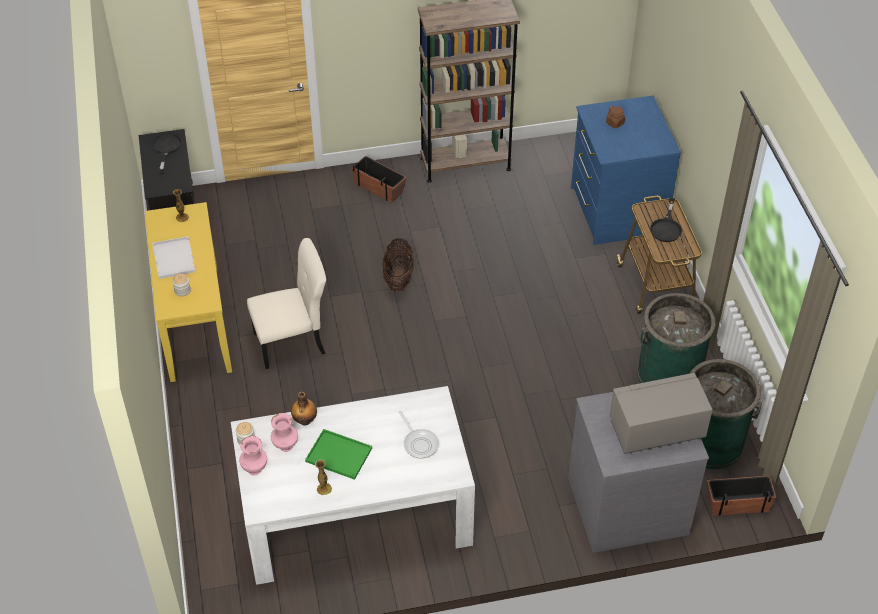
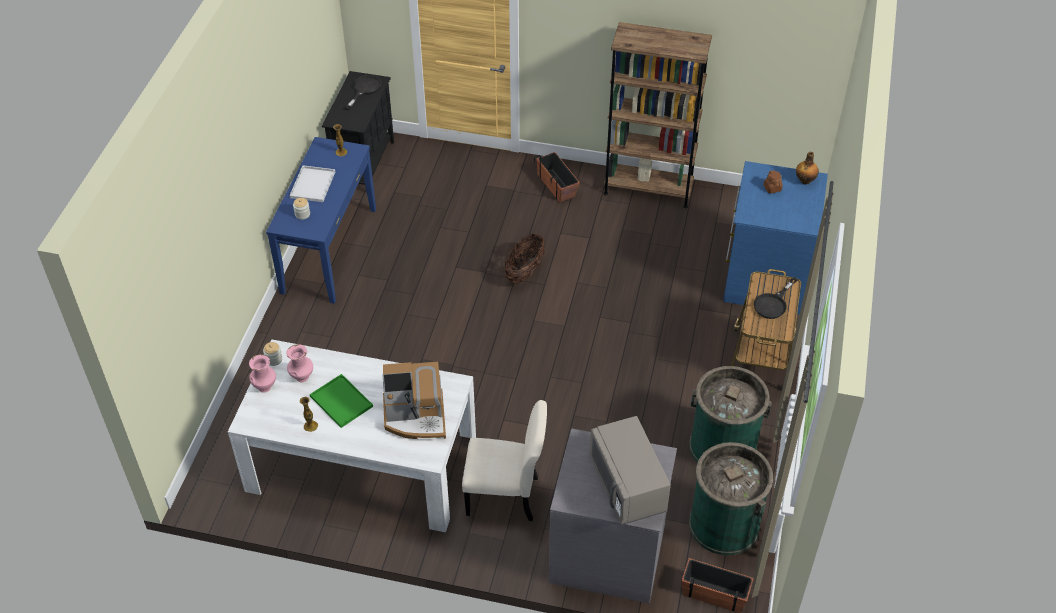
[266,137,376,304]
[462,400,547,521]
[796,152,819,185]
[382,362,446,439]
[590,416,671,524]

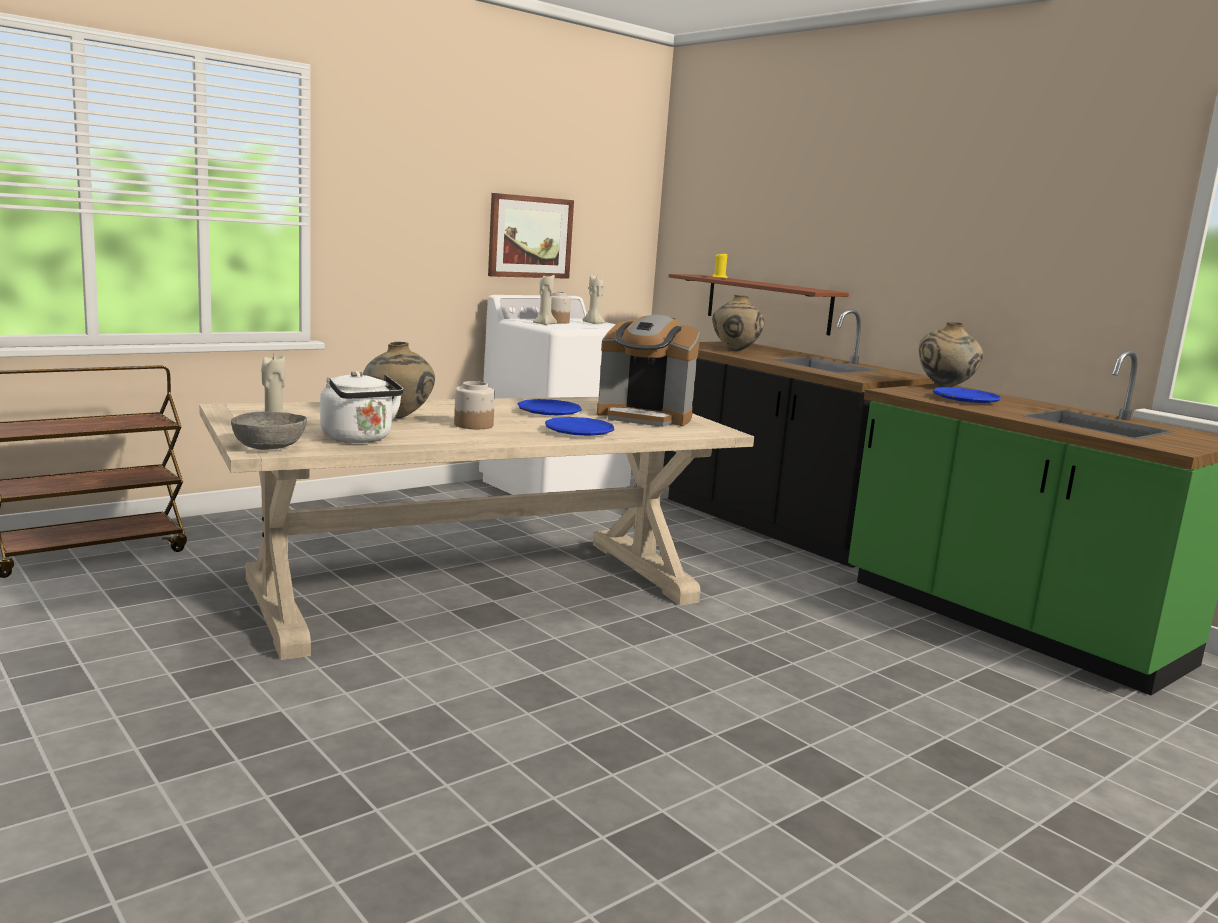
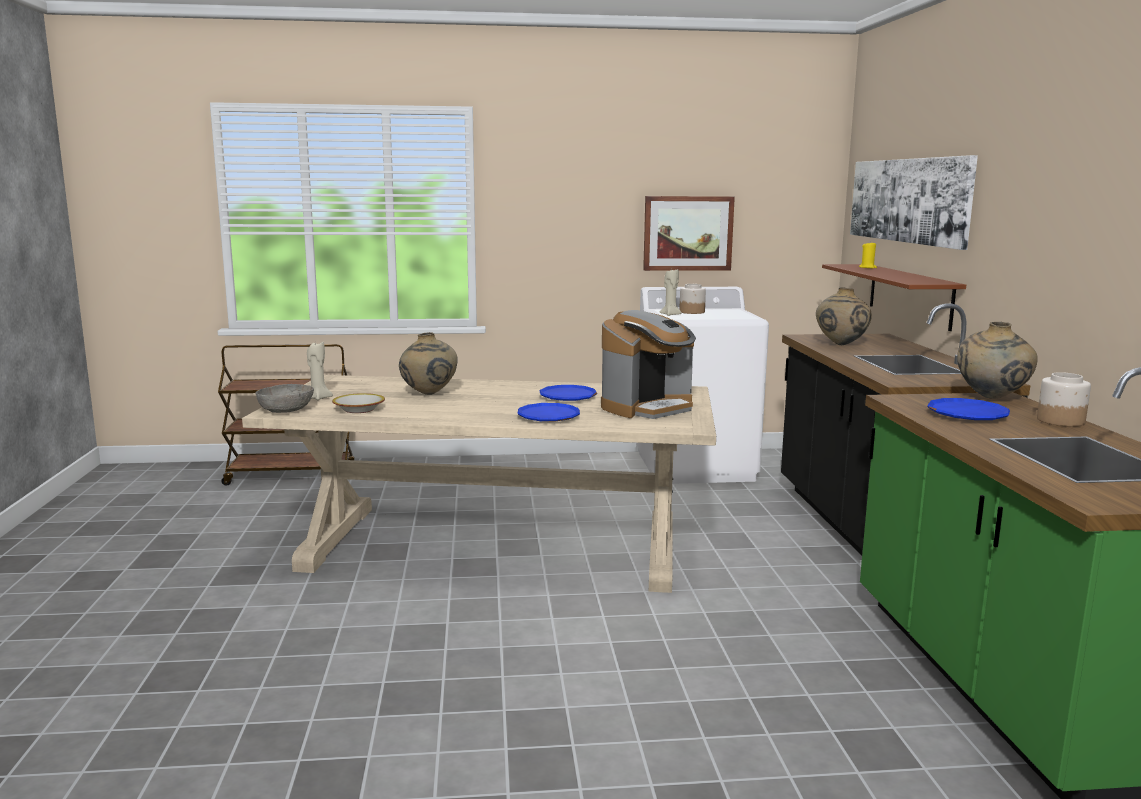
[332,393,385,413]
[1037,372,1091,427]
[582,275,605,324] (first image)
[601,310,696,419]
[850,155,978,250]

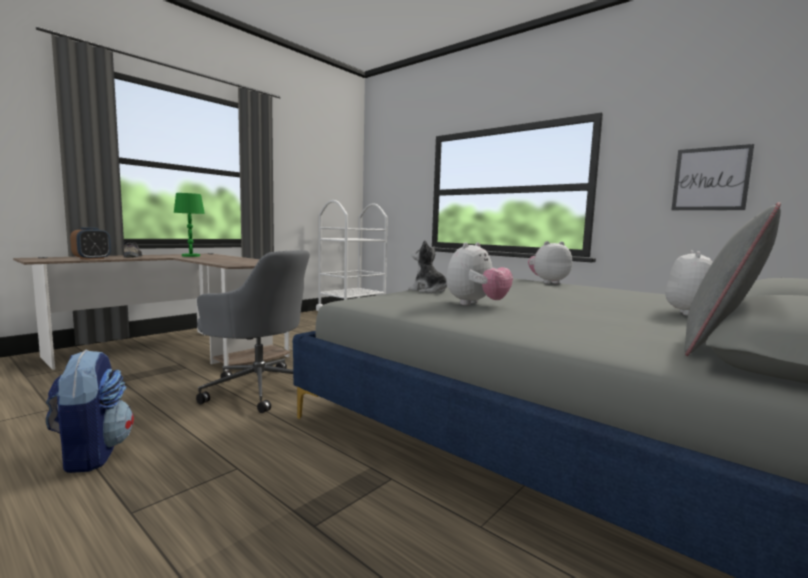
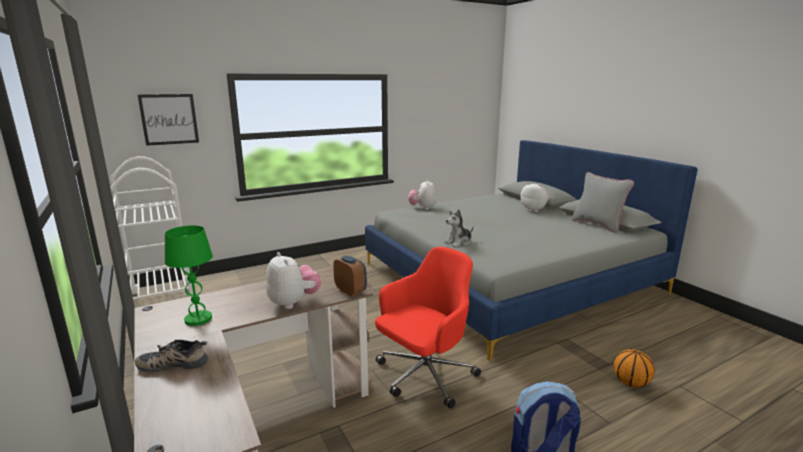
[333,256,367,296]
[375,247,481,409]
[266,252,321,309]
[138,94,199,146]
[614,349,655,388]

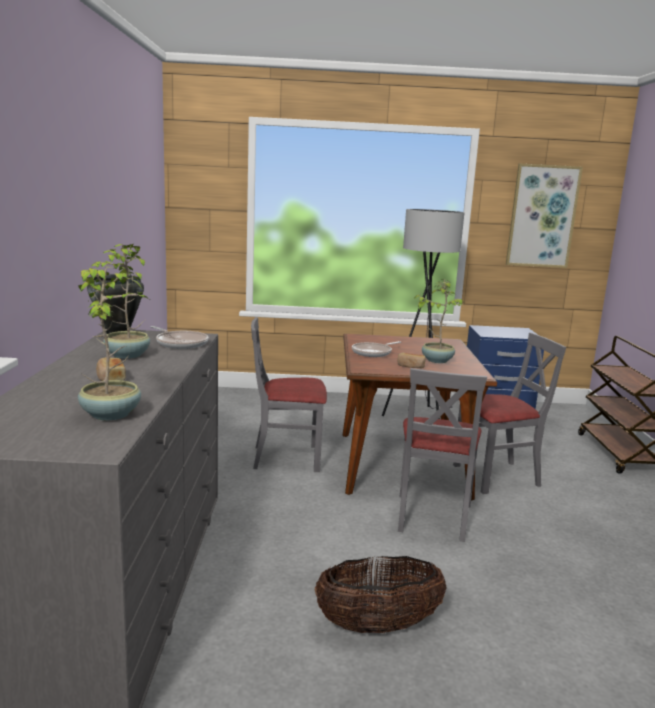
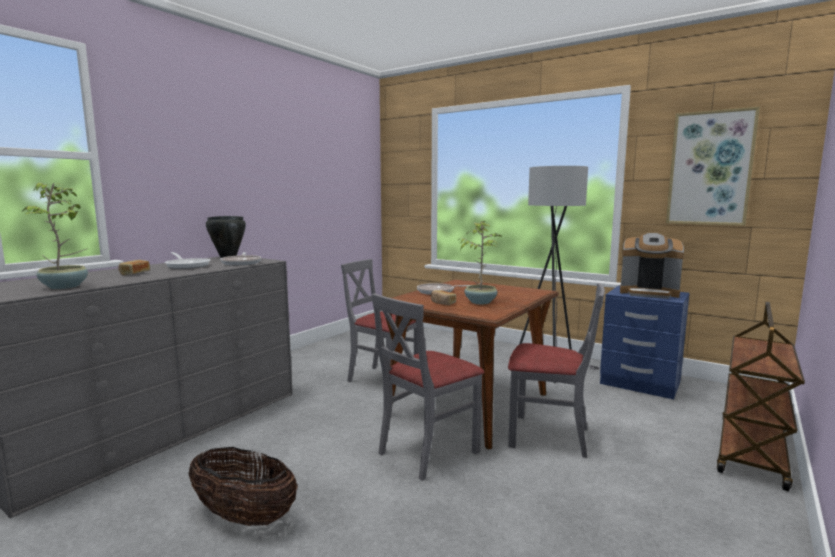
[164,252,210,269]
[620,233,684,299]

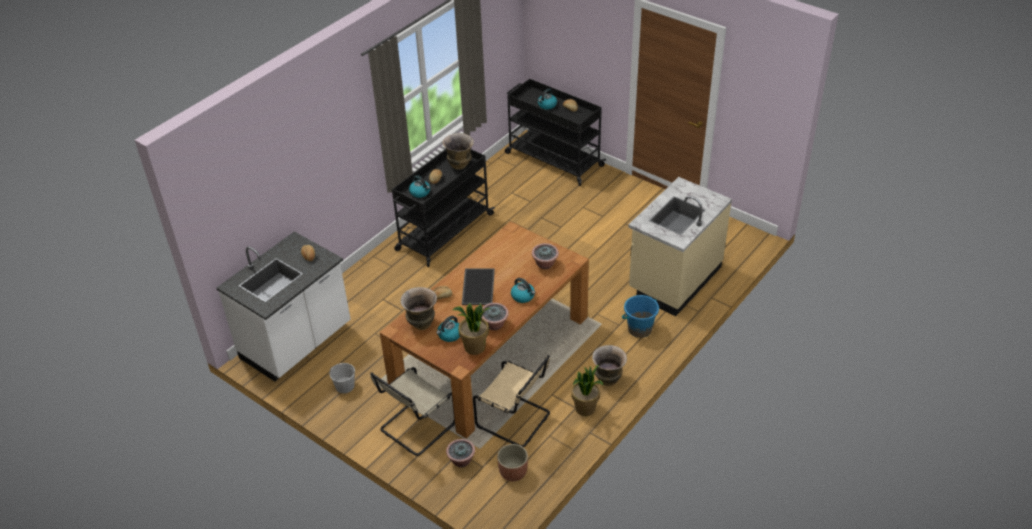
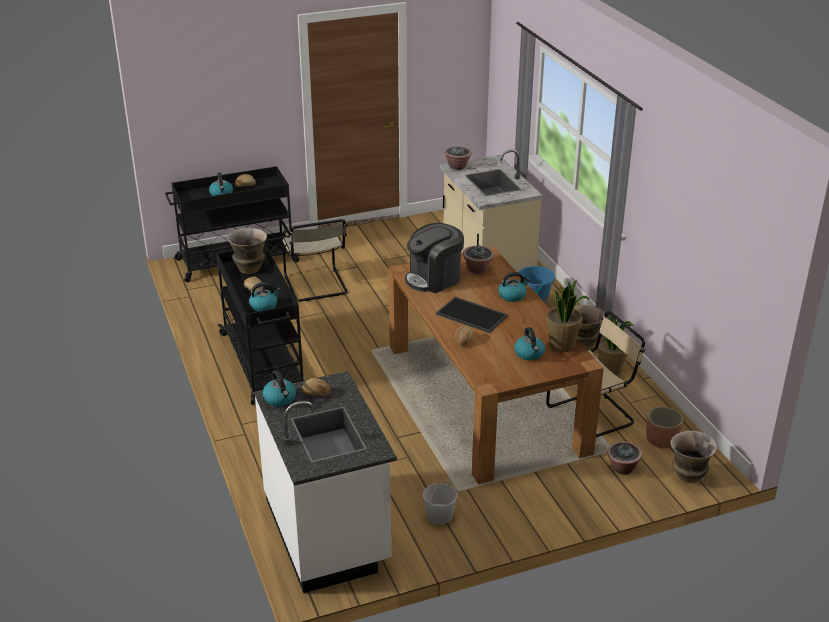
[282,219,348,302]
[670,431,717,483]
[445,146,472,170]
[263,370,296,407]
[405,223,464,293]

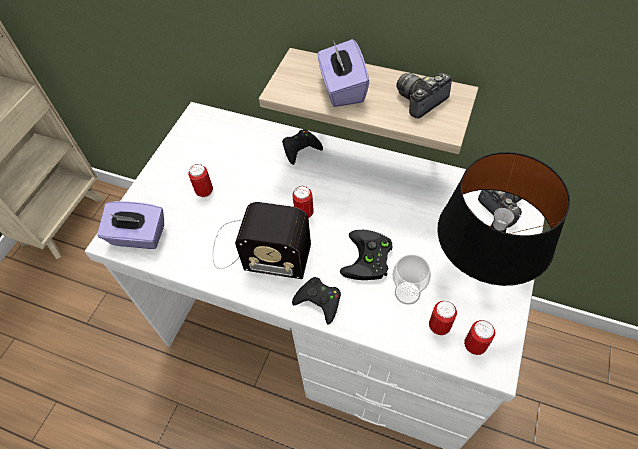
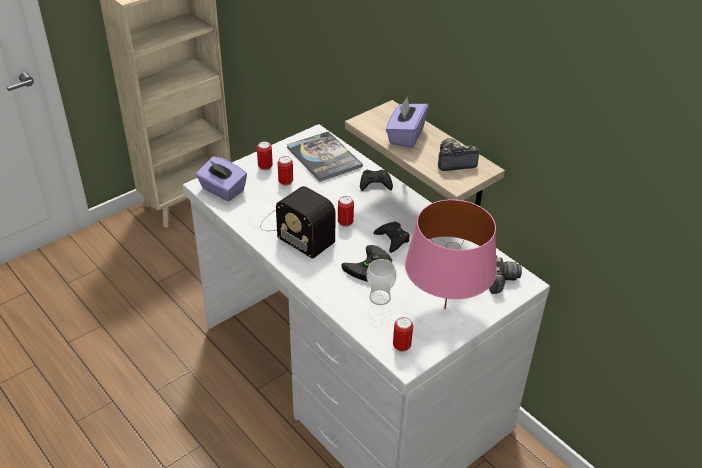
[374,221,410,253]
[257,141,273,171]
[405,199,497,309]
[287,131,363,182]

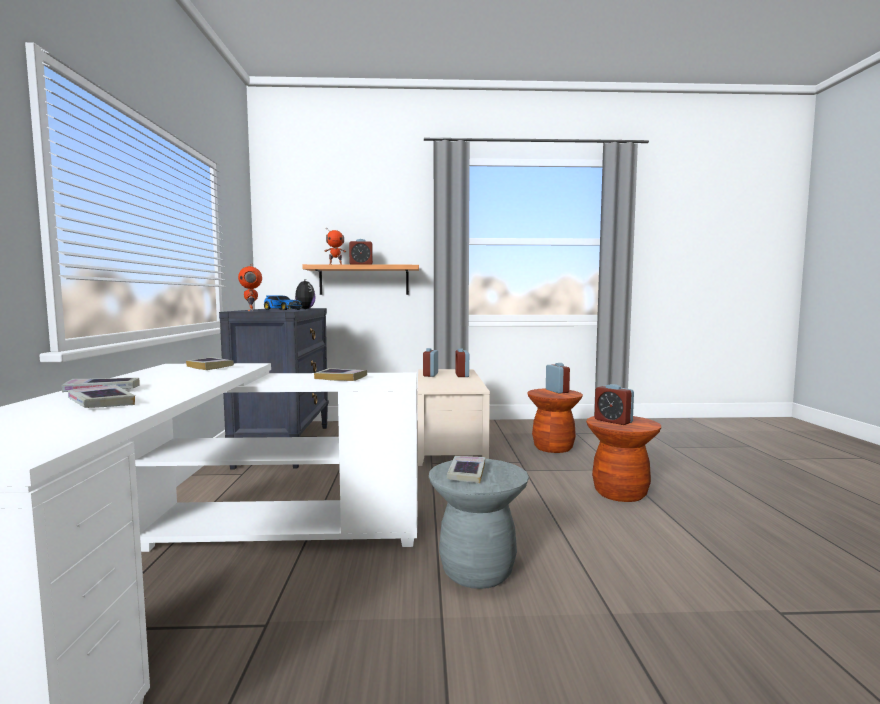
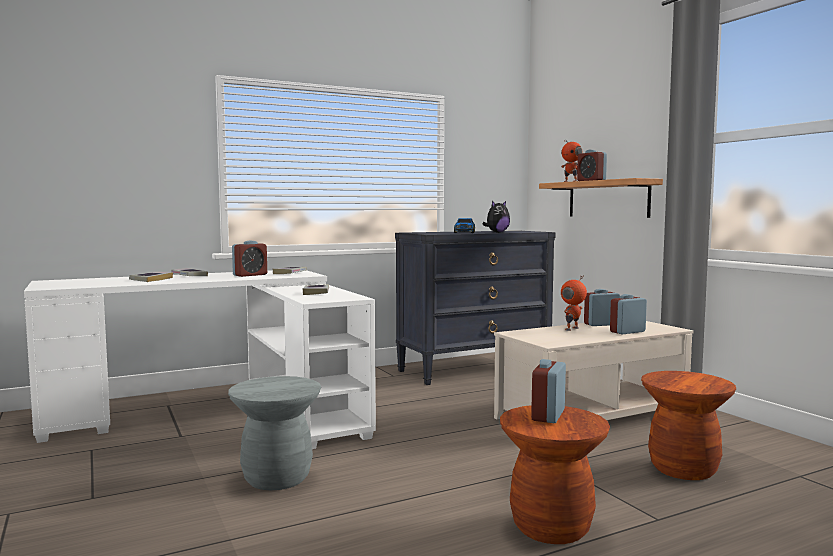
[561,275,587,331]
[447,456,485,484] (first image)
[232,240,267,277]

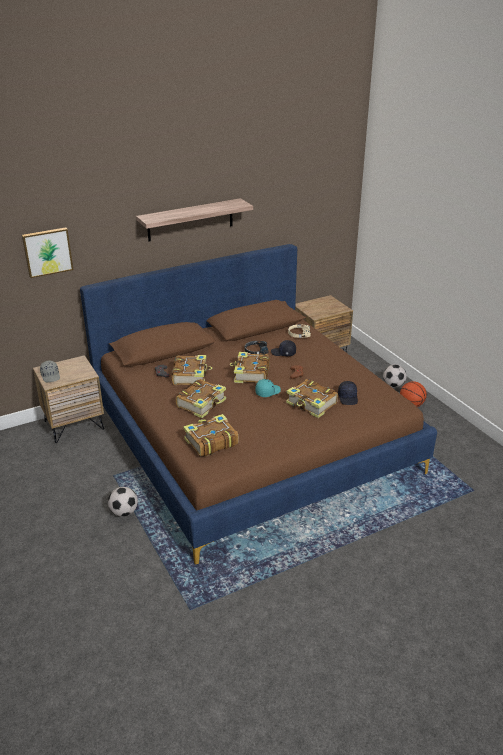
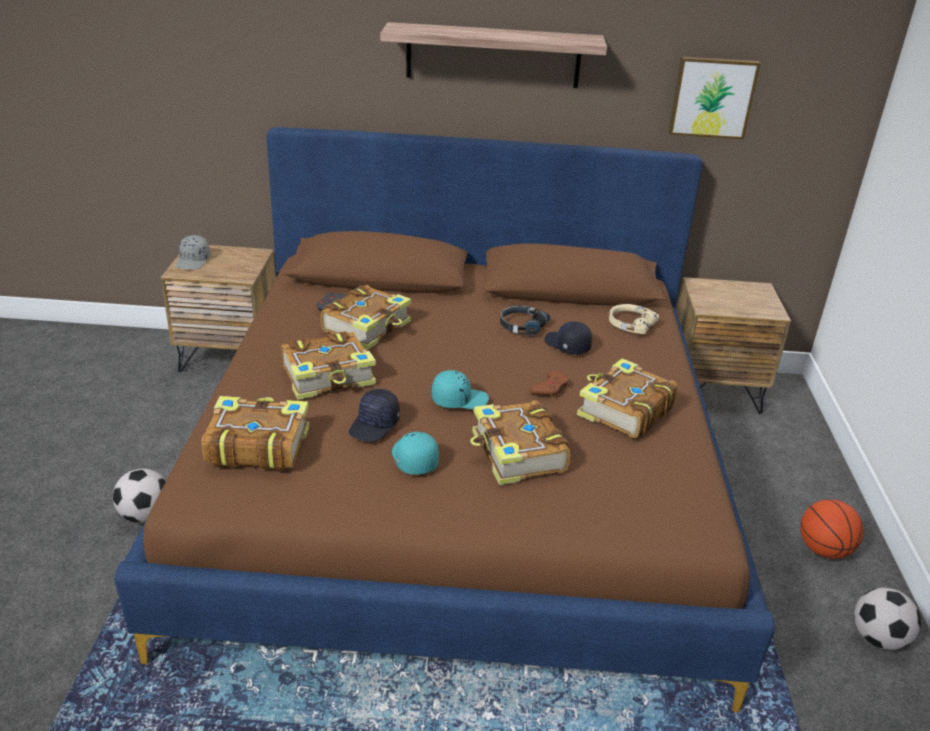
[668,56,761,139]
[577,358,678,438]
[349,389,400,442]
[854,588,921,650]
[392,432,439,475]

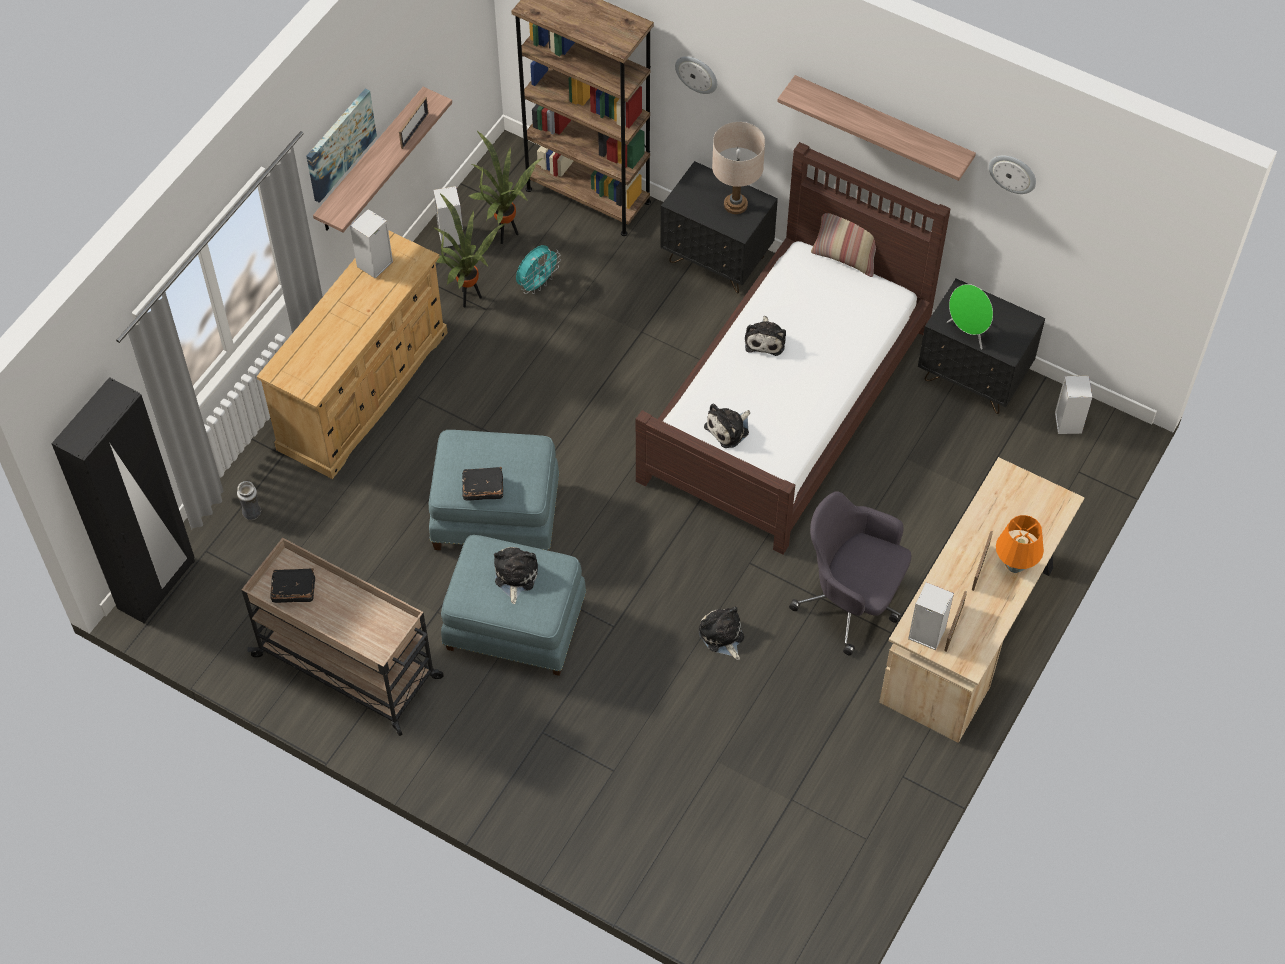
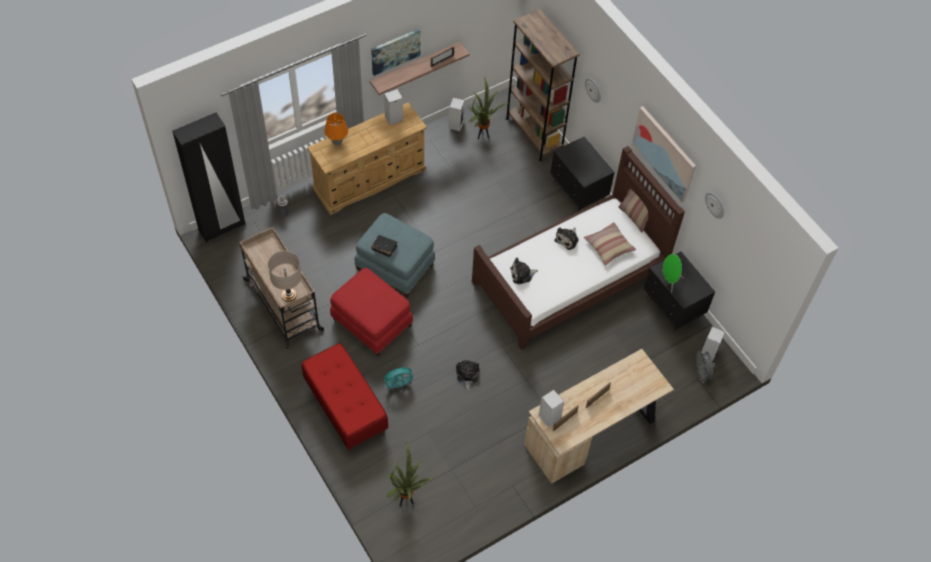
[270,568,315,603] (first image)
[385,442,434,506]
[330,268,413,356]
[494,547,538,604] (first image)
[384,367,416,390]
[268,251,302,302]
[632,106,696,203]
[789,491,911,656] (first image)
[324,113,348,145]
[301,343,388,452]
[584,222,636,265]
[696,350,715,383]

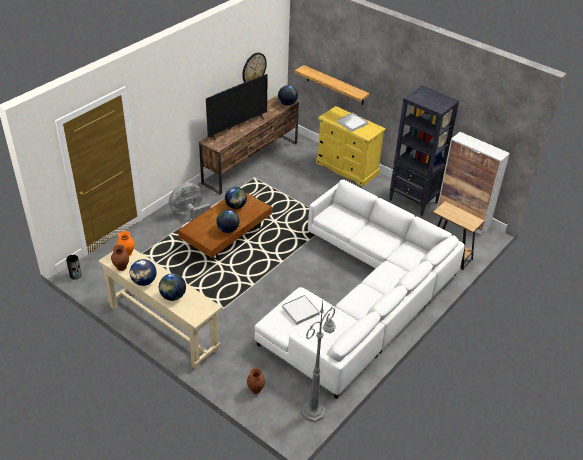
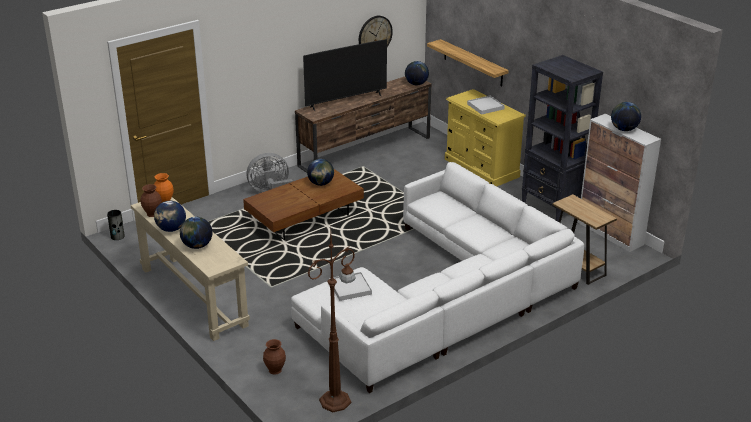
[611,102,641,131]
[308,229,356,413]

